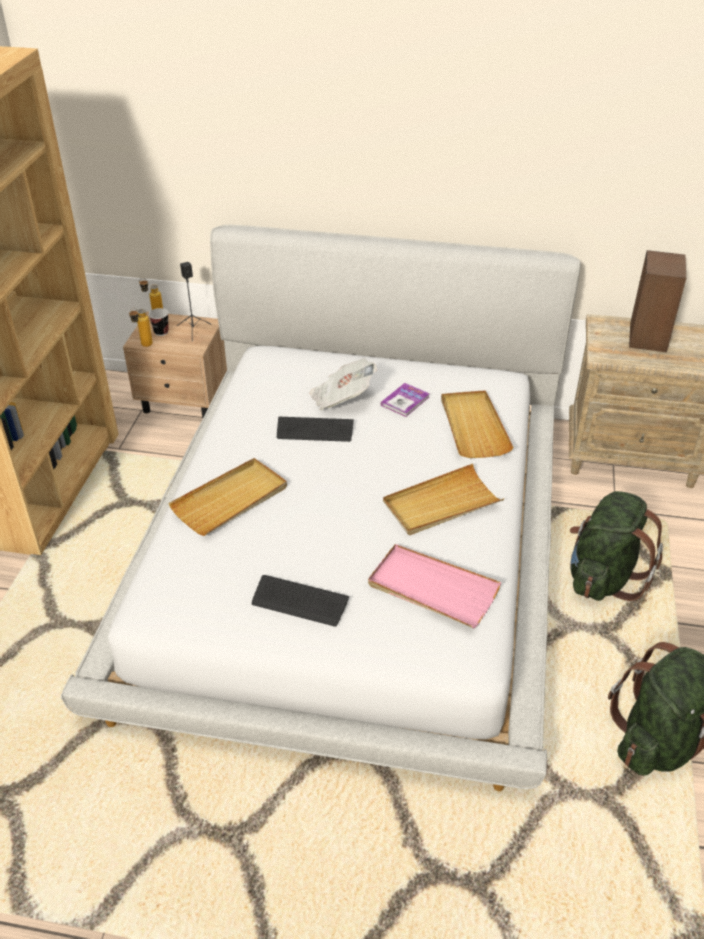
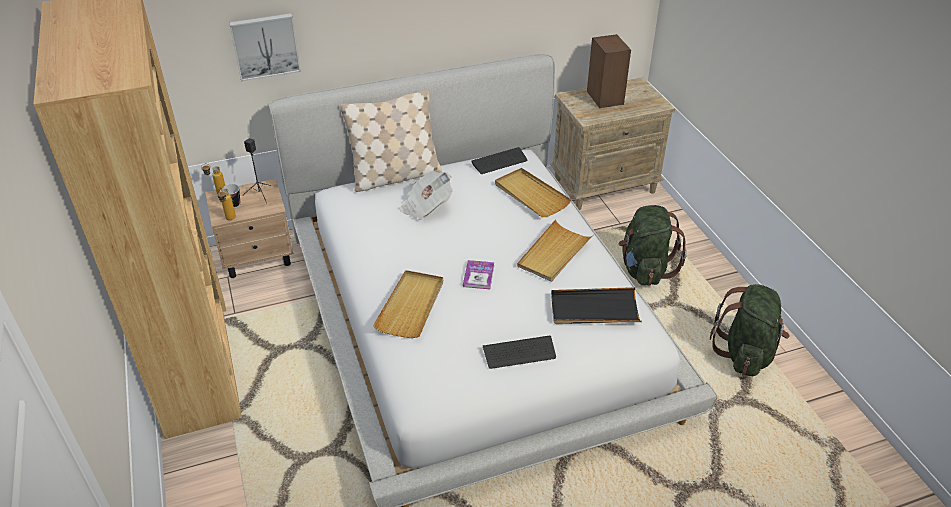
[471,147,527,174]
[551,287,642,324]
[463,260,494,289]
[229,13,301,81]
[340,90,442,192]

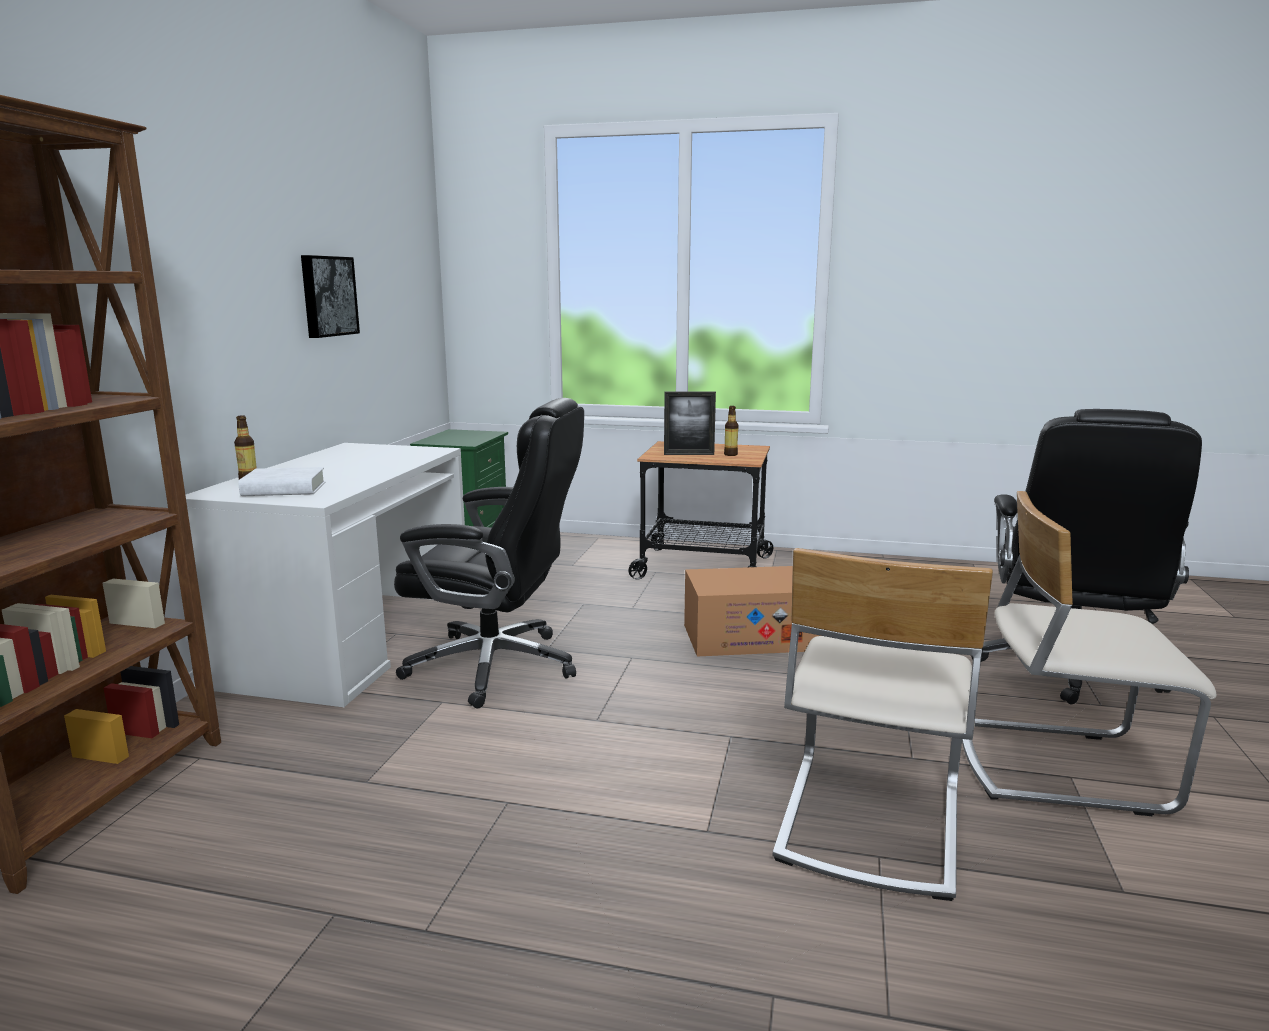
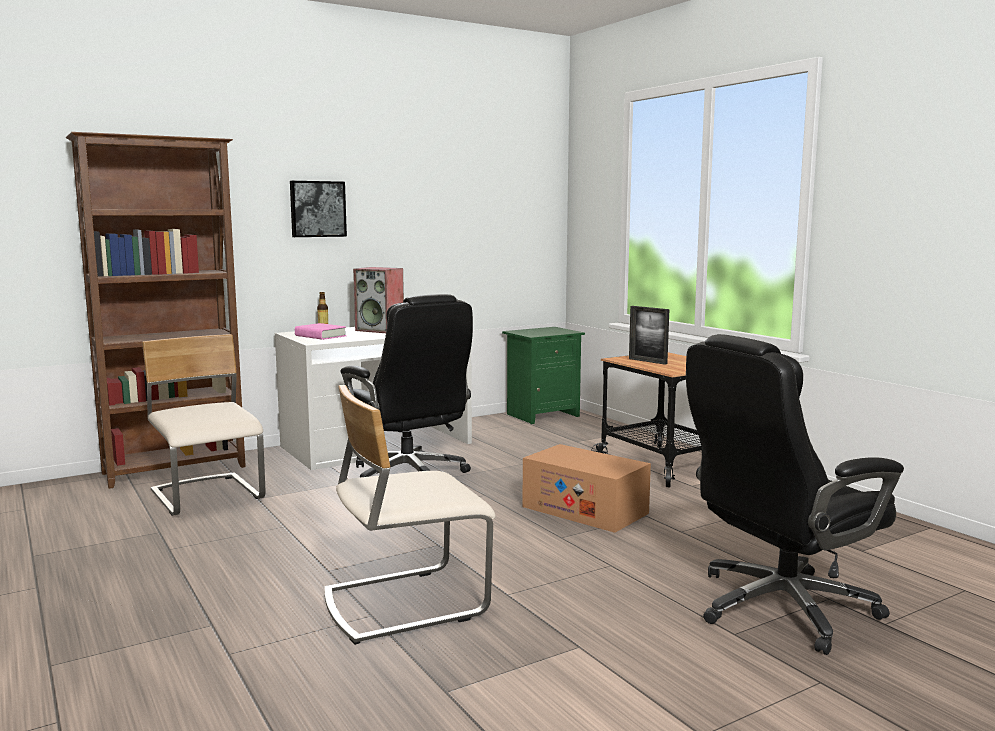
[295,323,346,340]
[290,181,347,237]
[724,406,738,456] (first image)
[142,334,266,516]
[353,267,404,333]

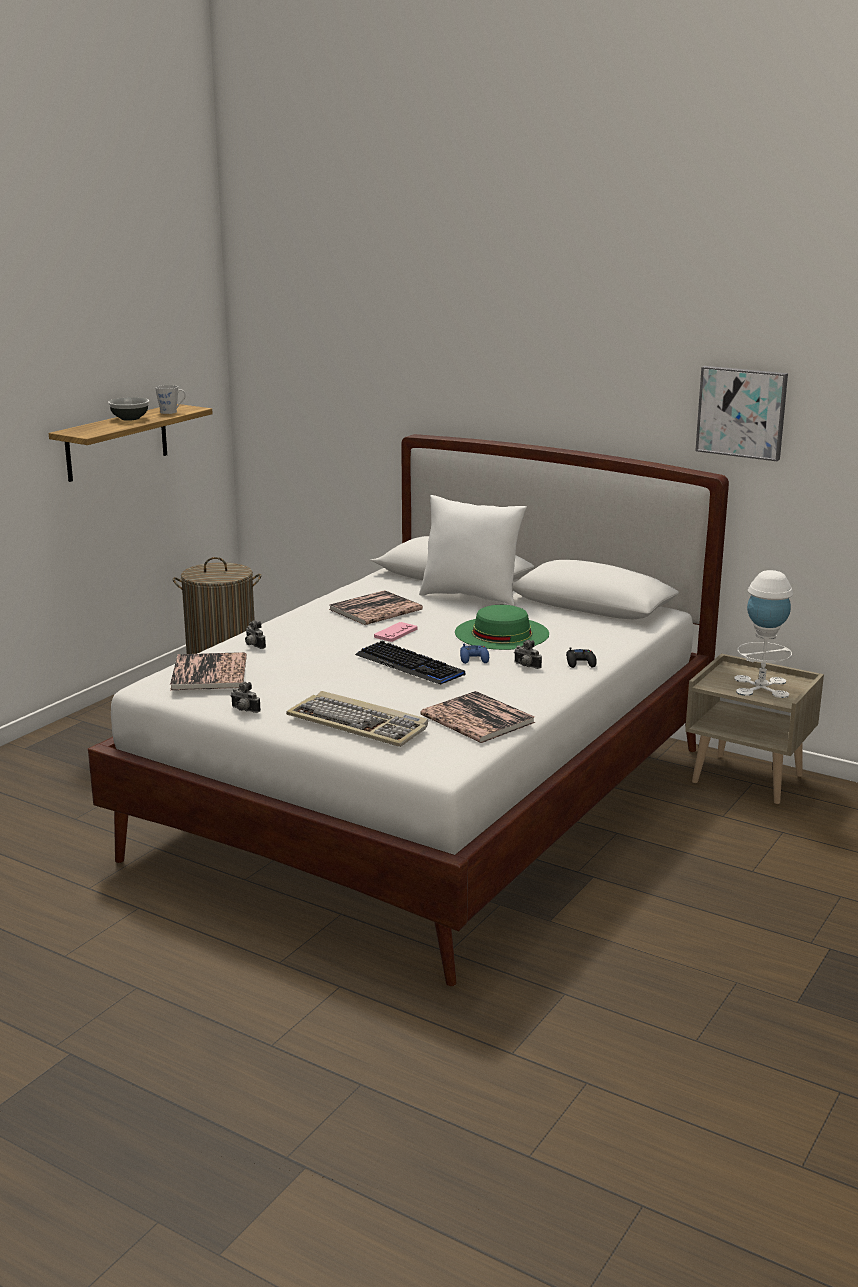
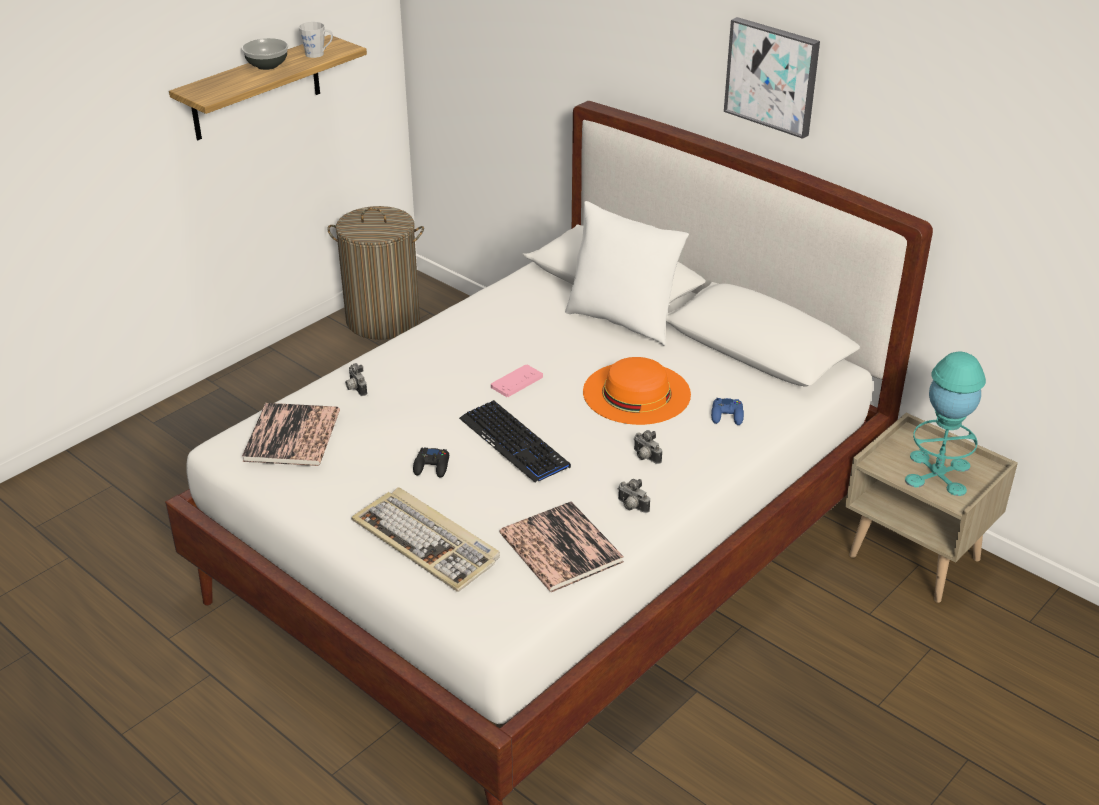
[618,479,650,513]
[329,590,423,625] (first image)
[583,357,691,425]
[711,398,744,425]
[413,448,449,478]
[724,17,820,139]
[905,352,986,496]

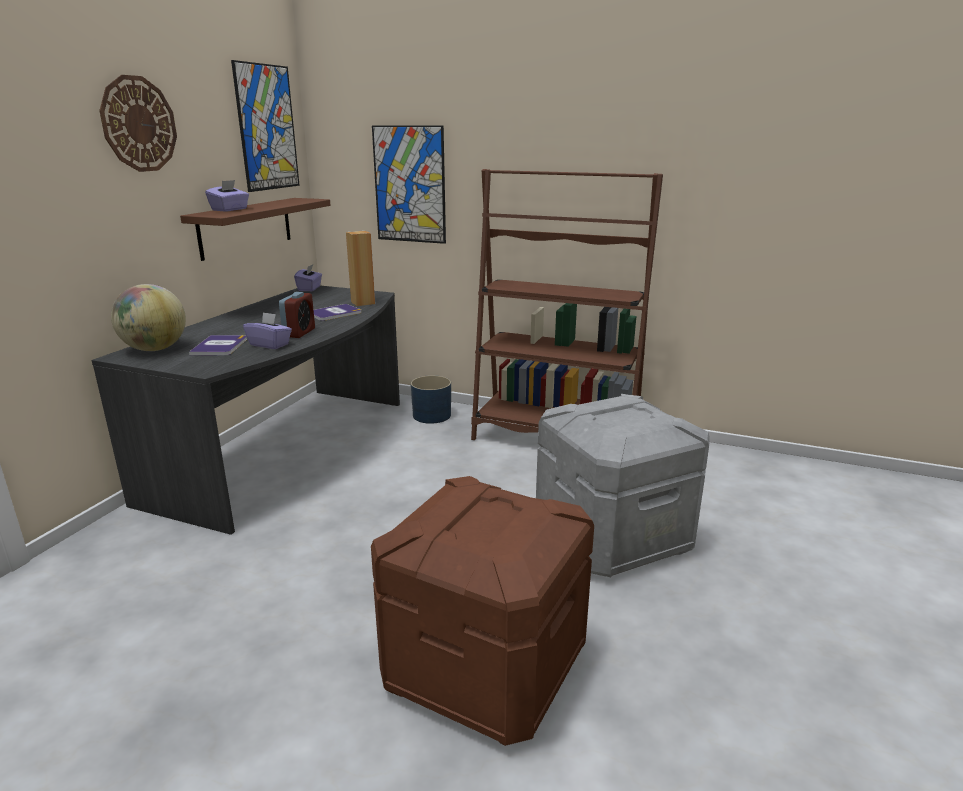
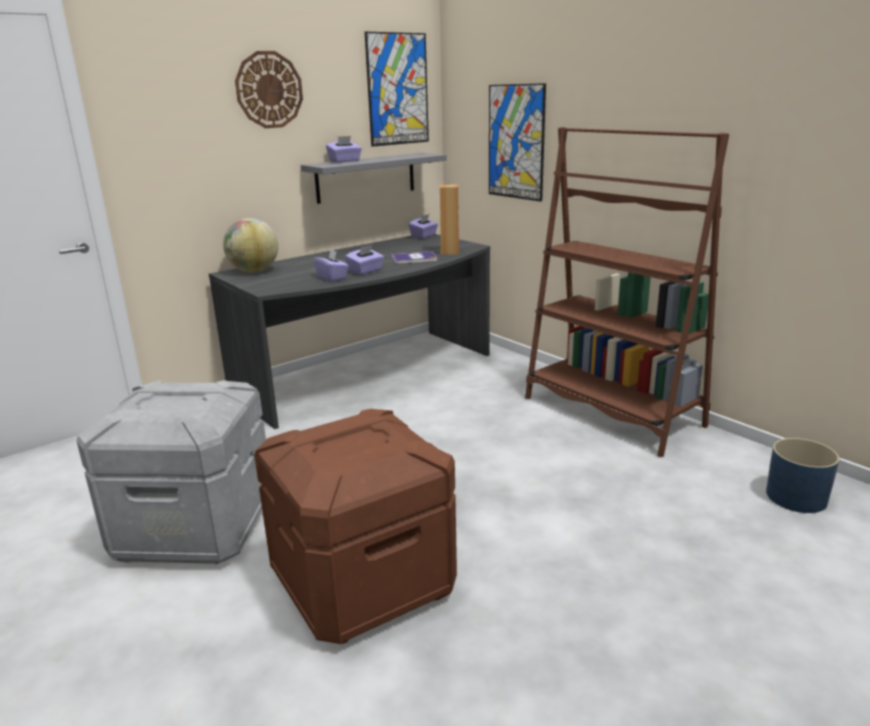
[301,153,447,204]
[189,335,247,355] (first image)
[345,245,384,275]
[766,438,839,513]
[77,380,266,565]

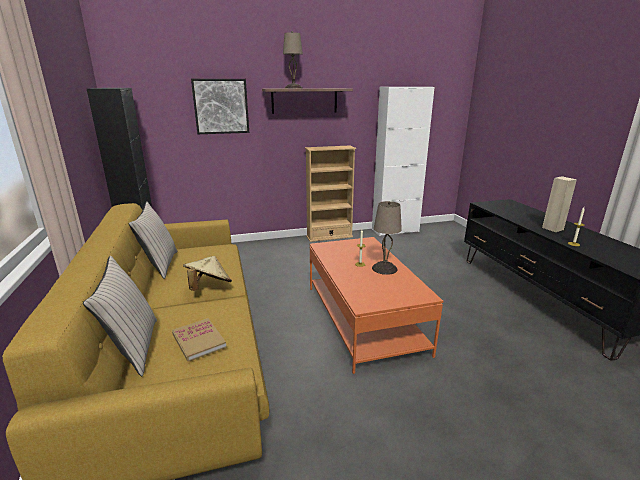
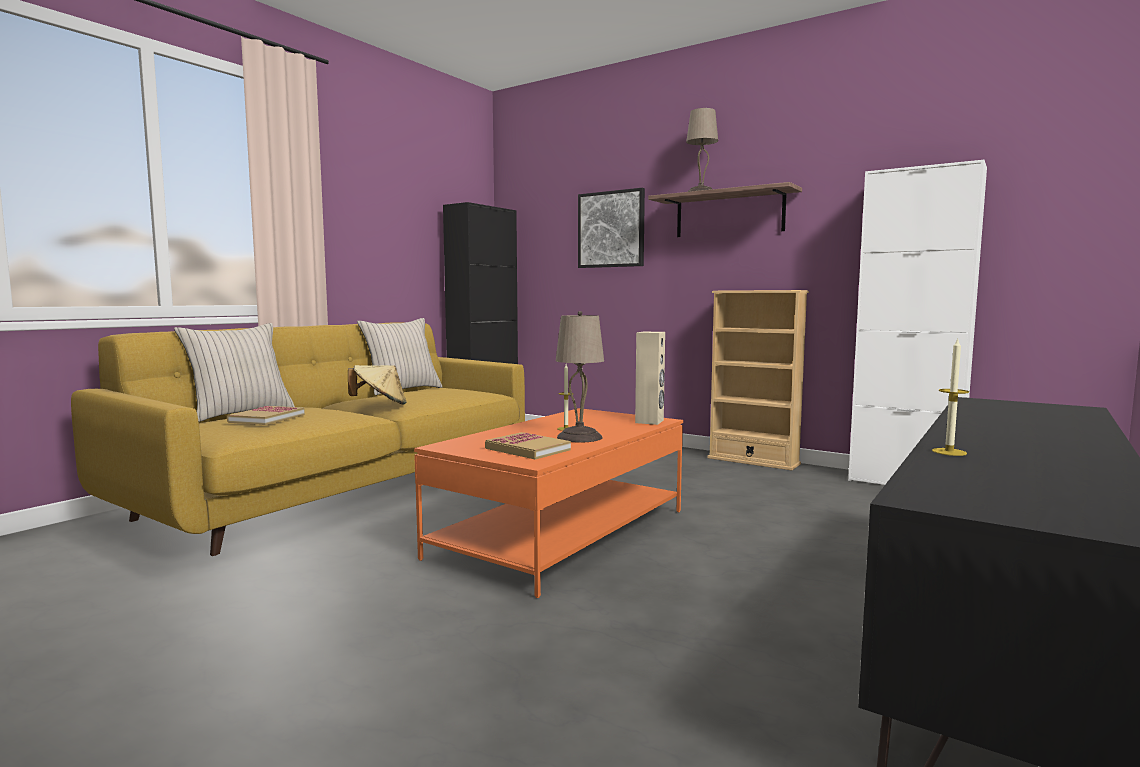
[635,332,665,425]
[485,432,571,460]

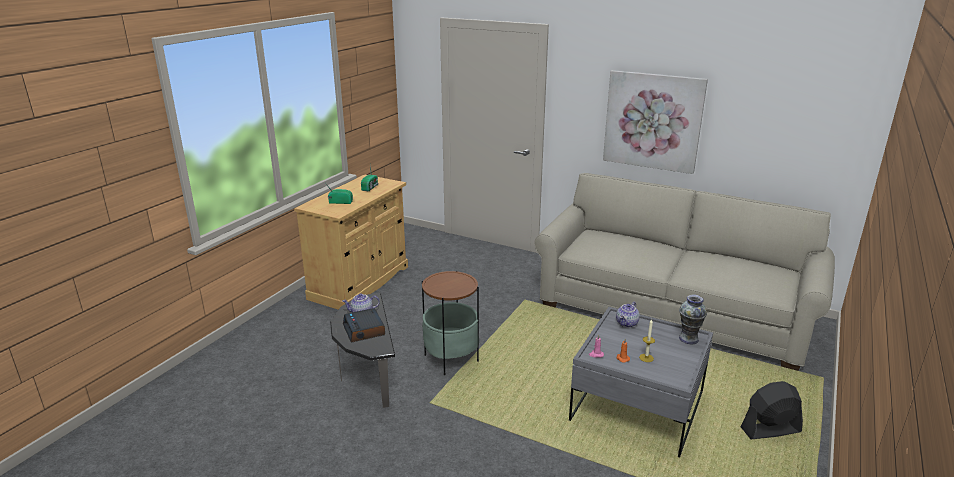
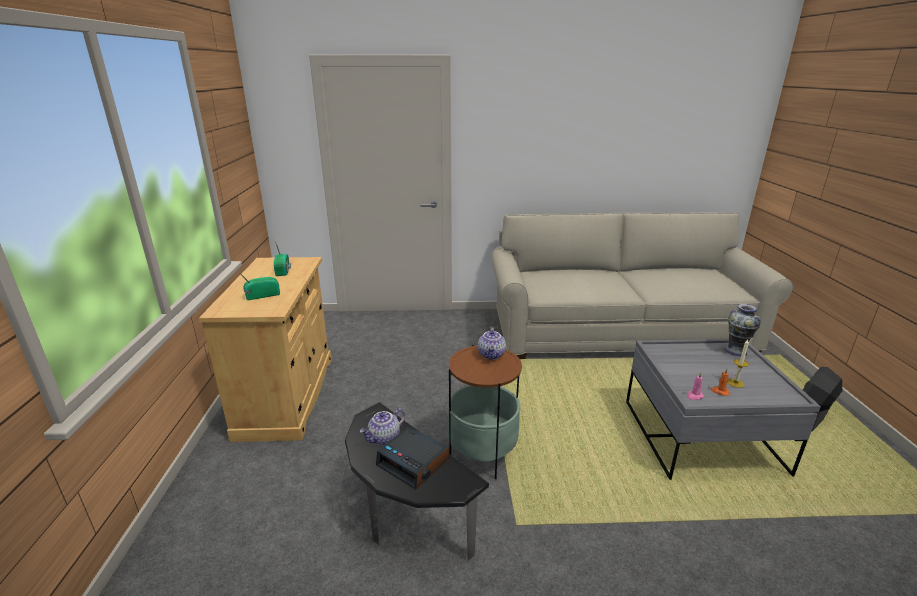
[603,70,708,174] (first image)
[478,327,506,360]

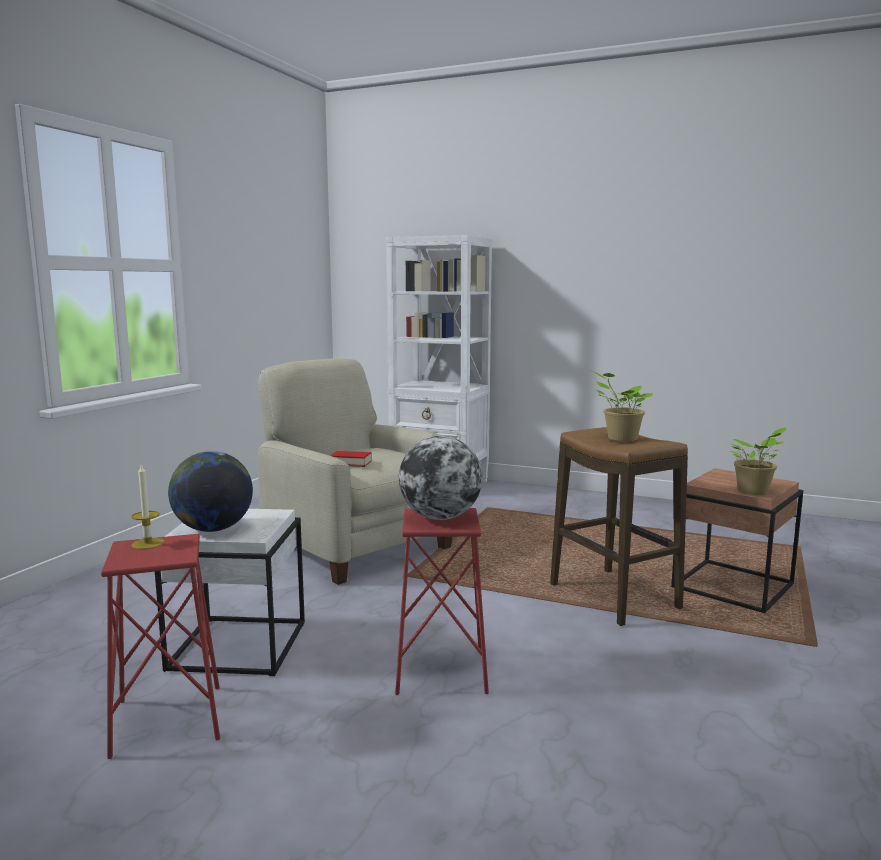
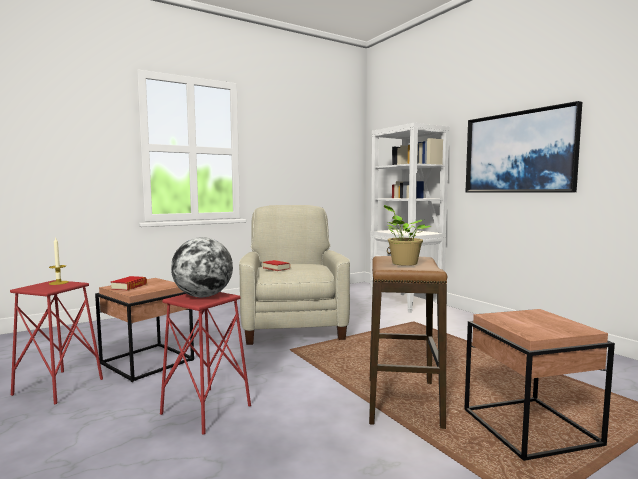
[95,278,194,382]
[111,276,147,291]
[730,428,786,495] (first image)
[466,101,582,192]

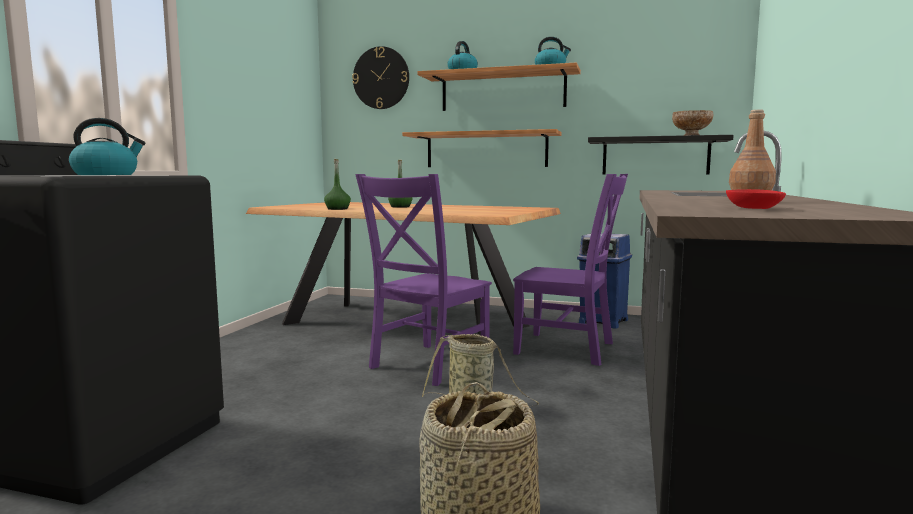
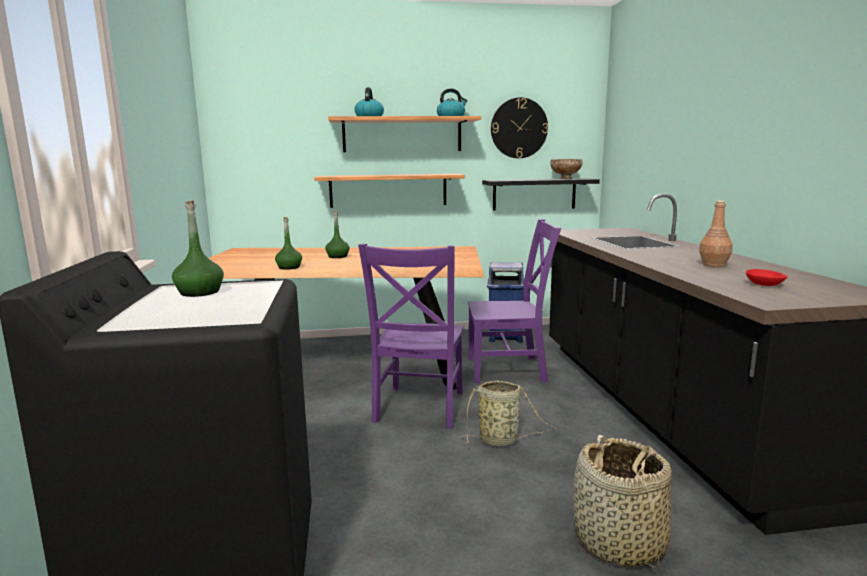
[172,201,224,297]
[491,97,548,158]

